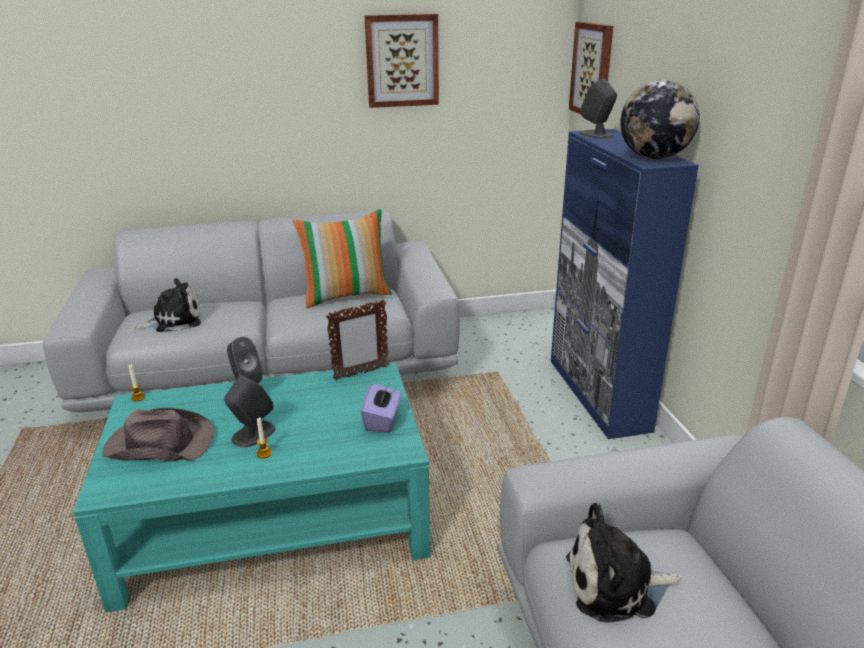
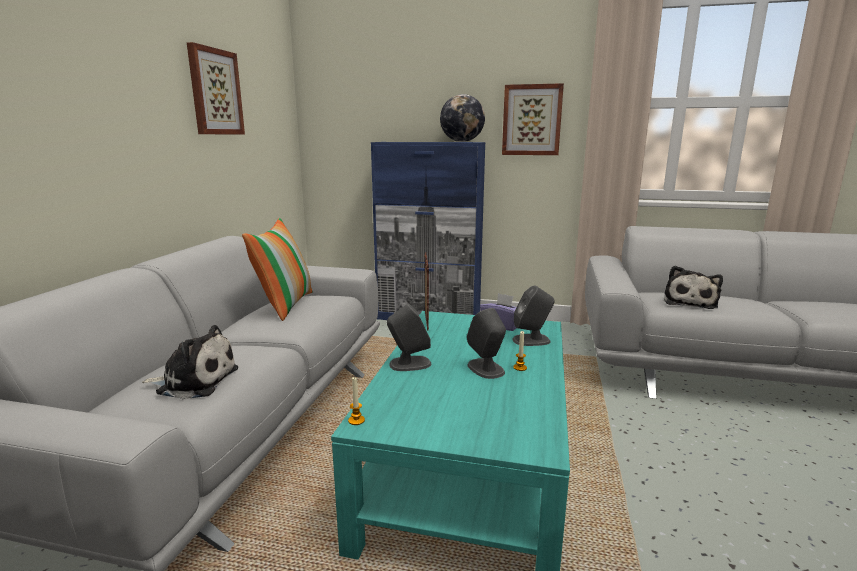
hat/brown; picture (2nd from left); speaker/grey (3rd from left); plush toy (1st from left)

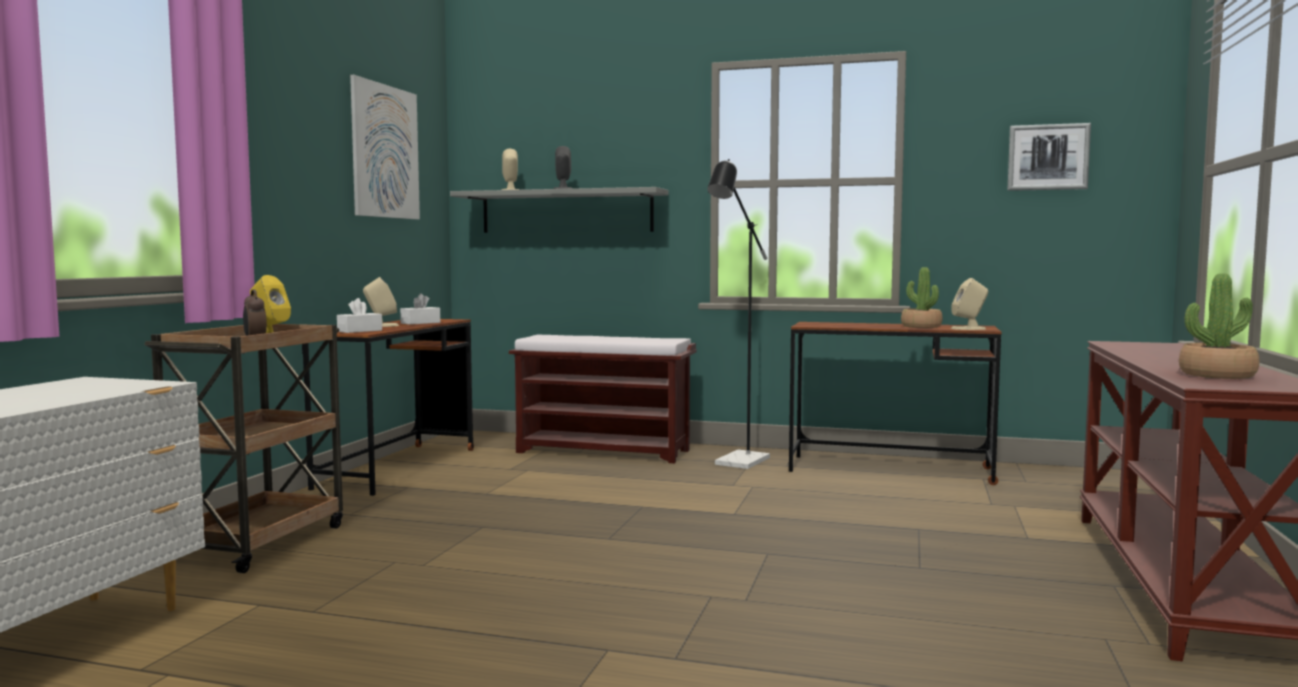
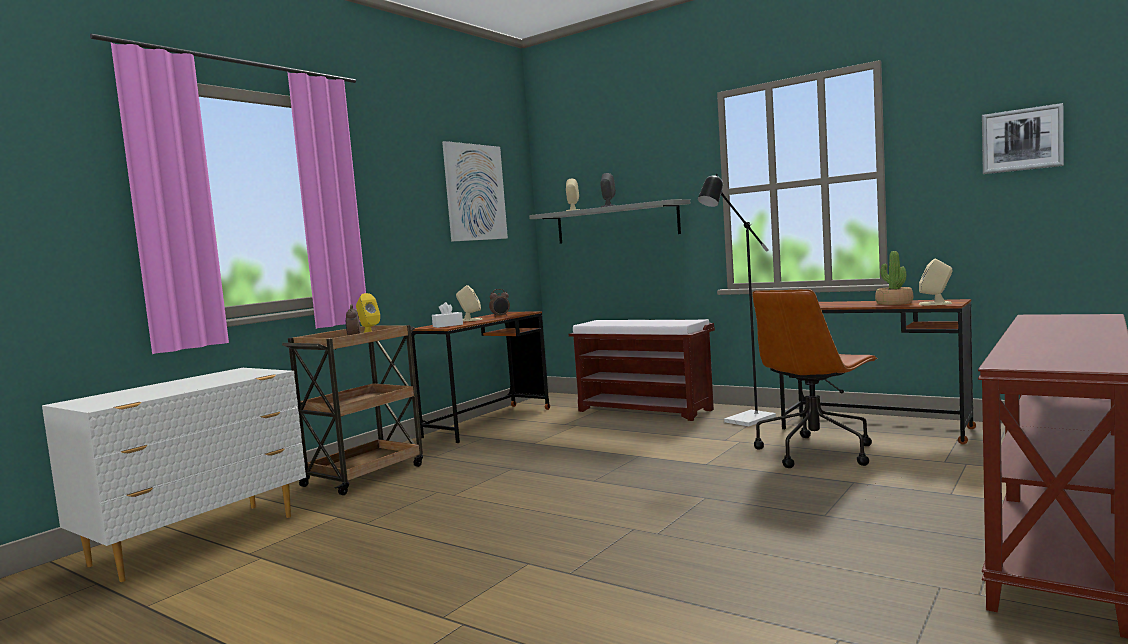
potted plant (2nd from left in the first image); office chair/brown; alarm clock (2nd from left)

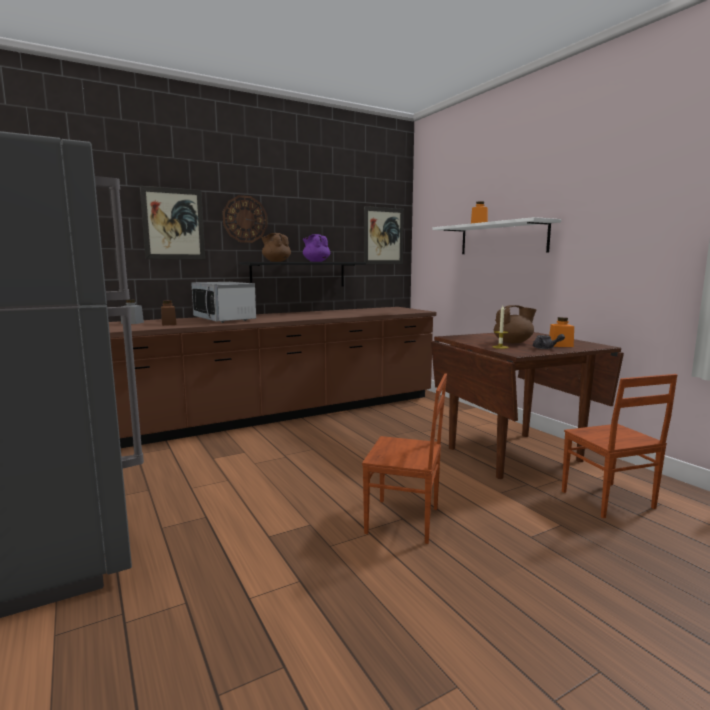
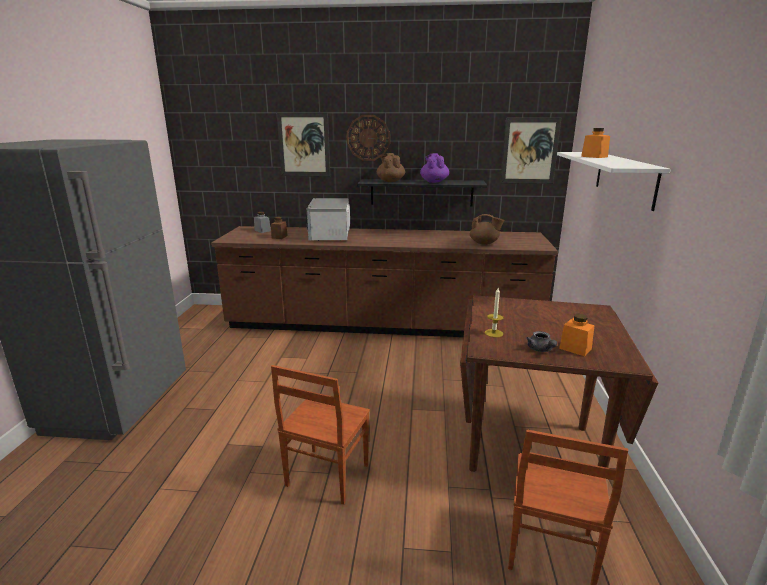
teapot/brown (2nd from left); chair/brown (1st from left)

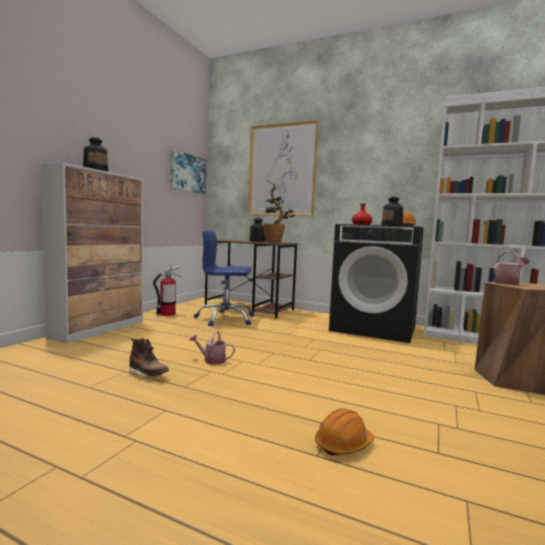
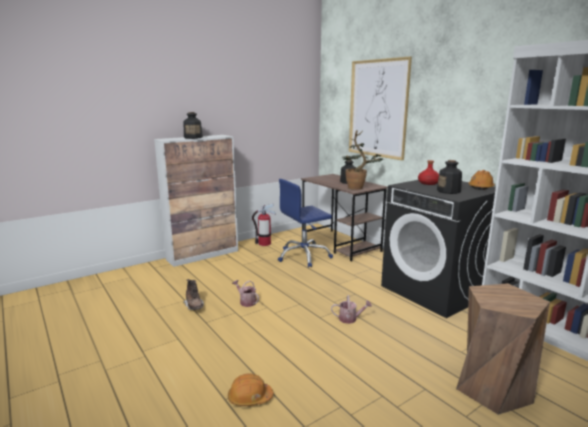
picture (1st from left in the first image); watering can (2nd from left); office chair/blue

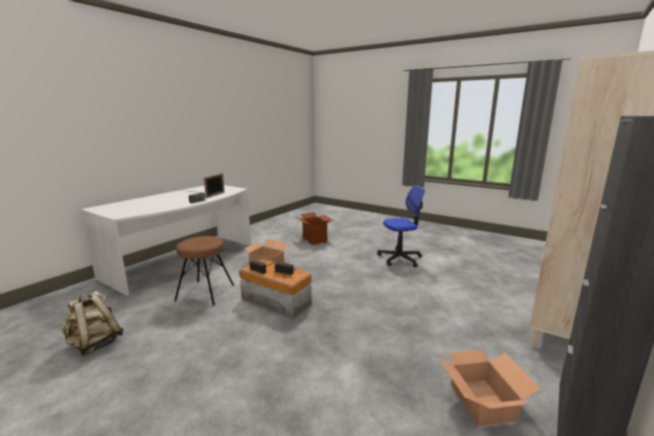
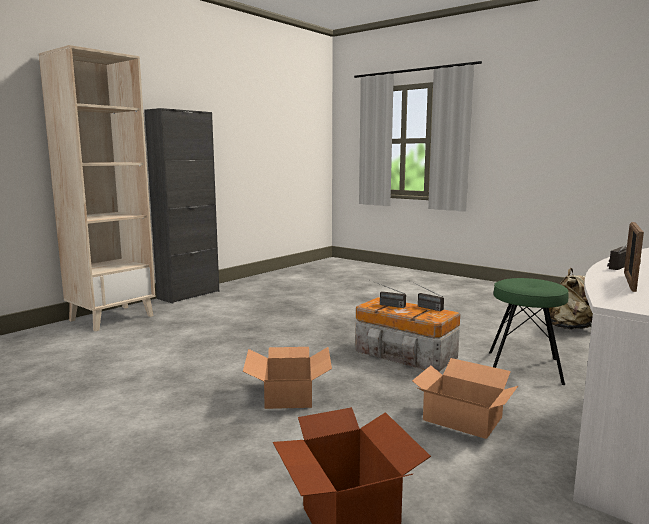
office chair; cardboard box (1st from left); stool/green

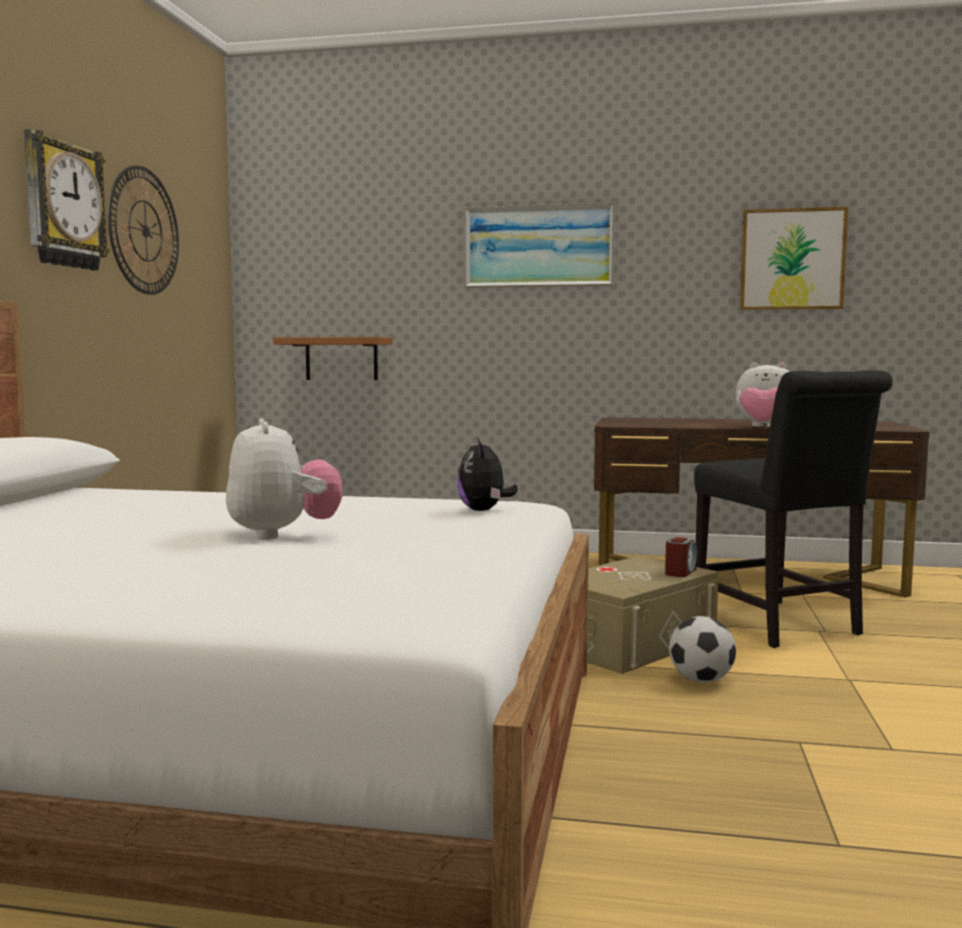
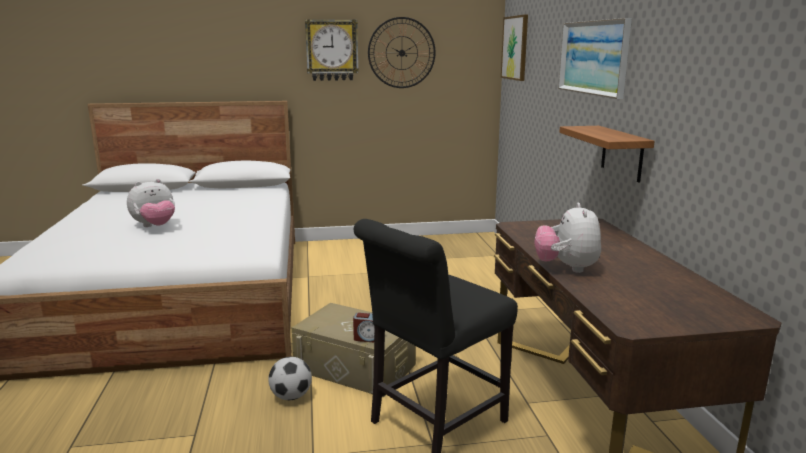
plush toy (2nd from left in the first image); shelf; picture (1st from left)

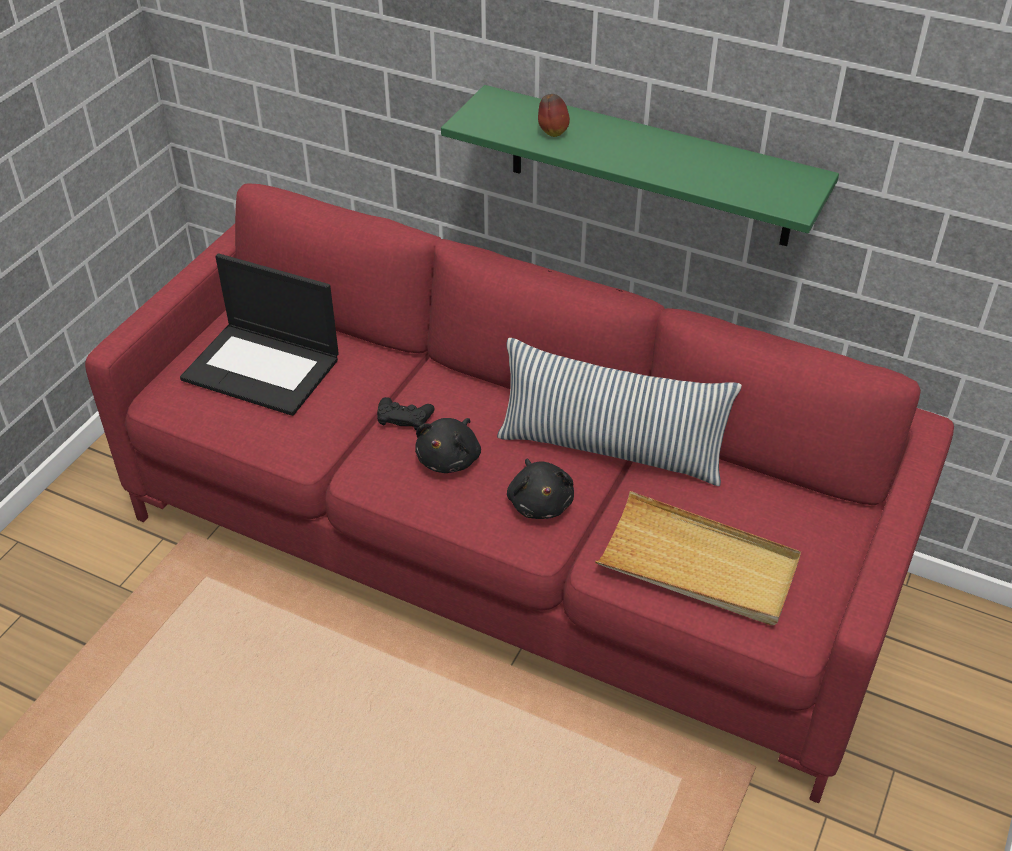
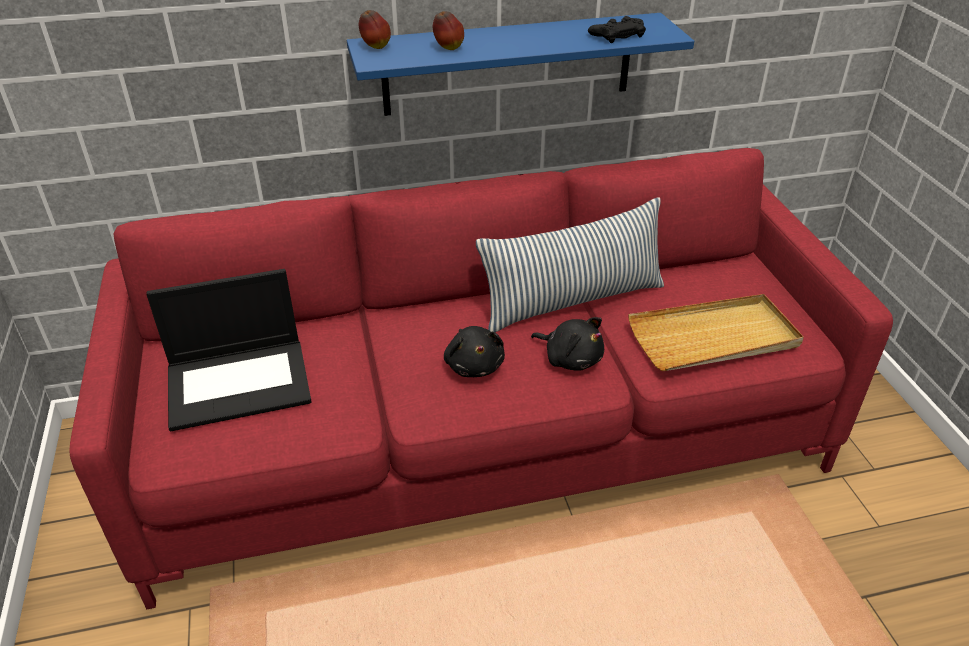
apple (1st from left); game controller/black; shelf/blue

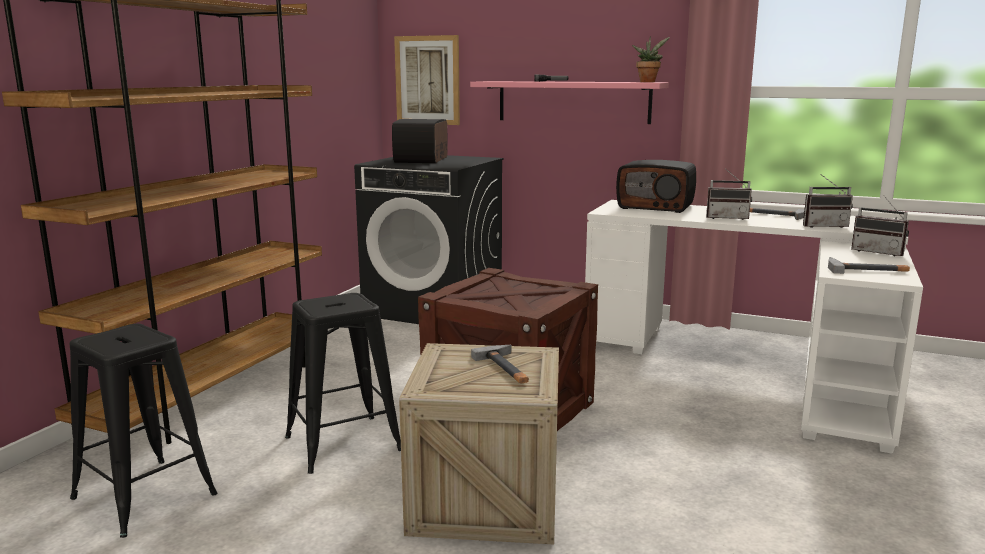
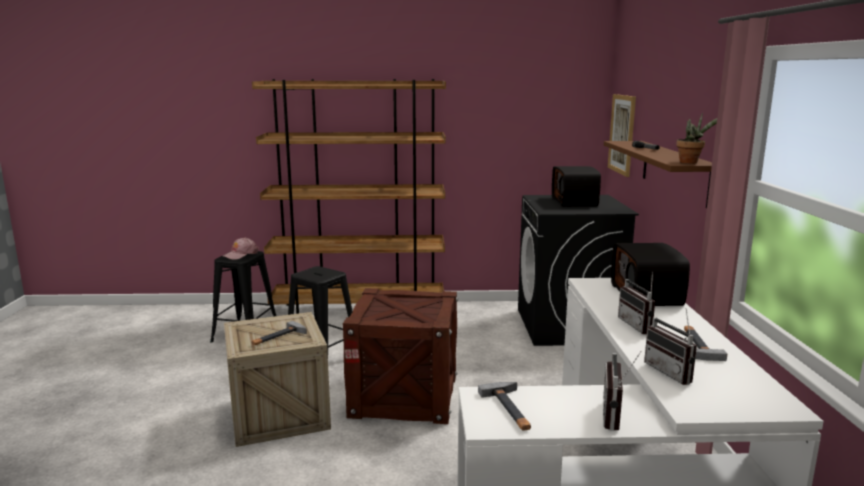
cap/pink; shelf/brown; radio (1st from left)

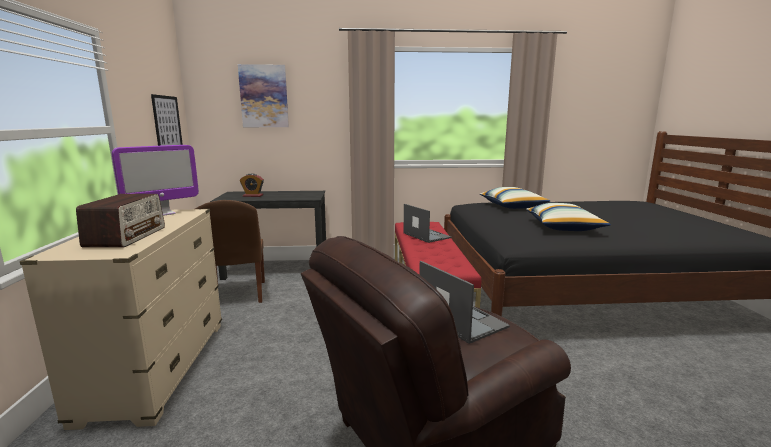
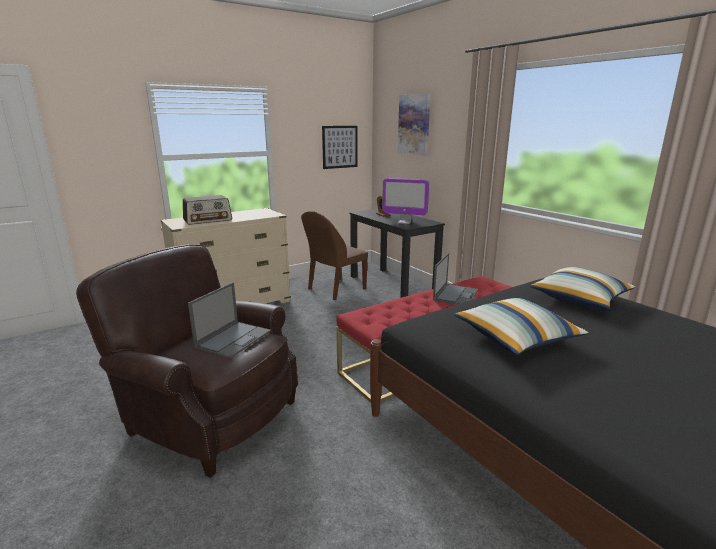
monitor

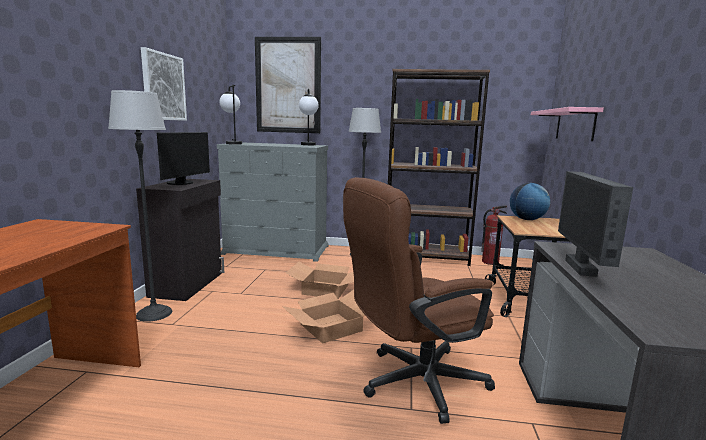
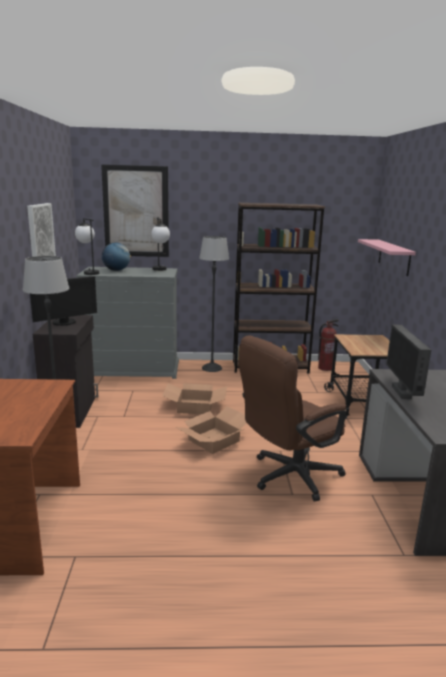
globe; monitor (1st from left)

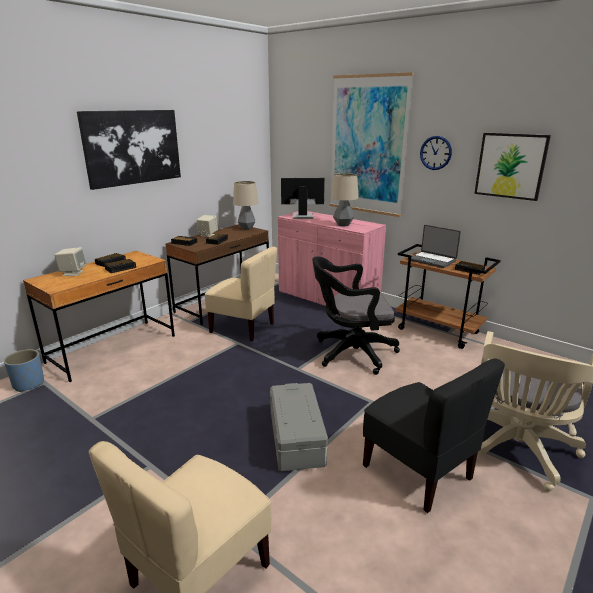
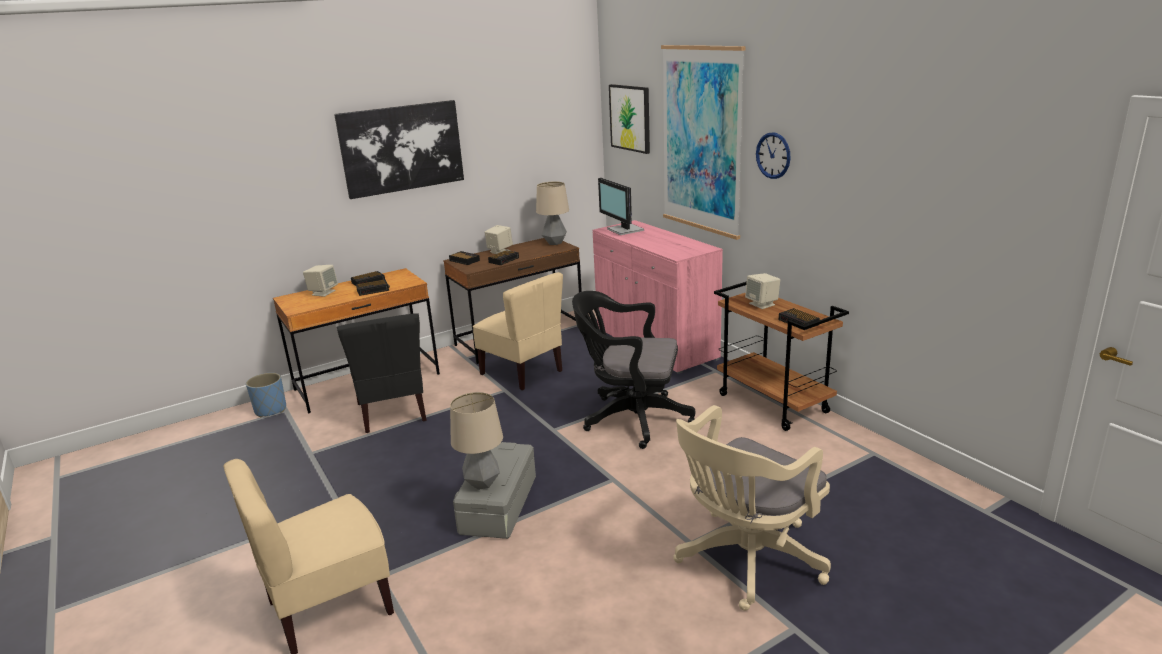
table lamp (1st from left); chair/black; picture (2nd from left); speaker/beige (3rd from left); monitor

